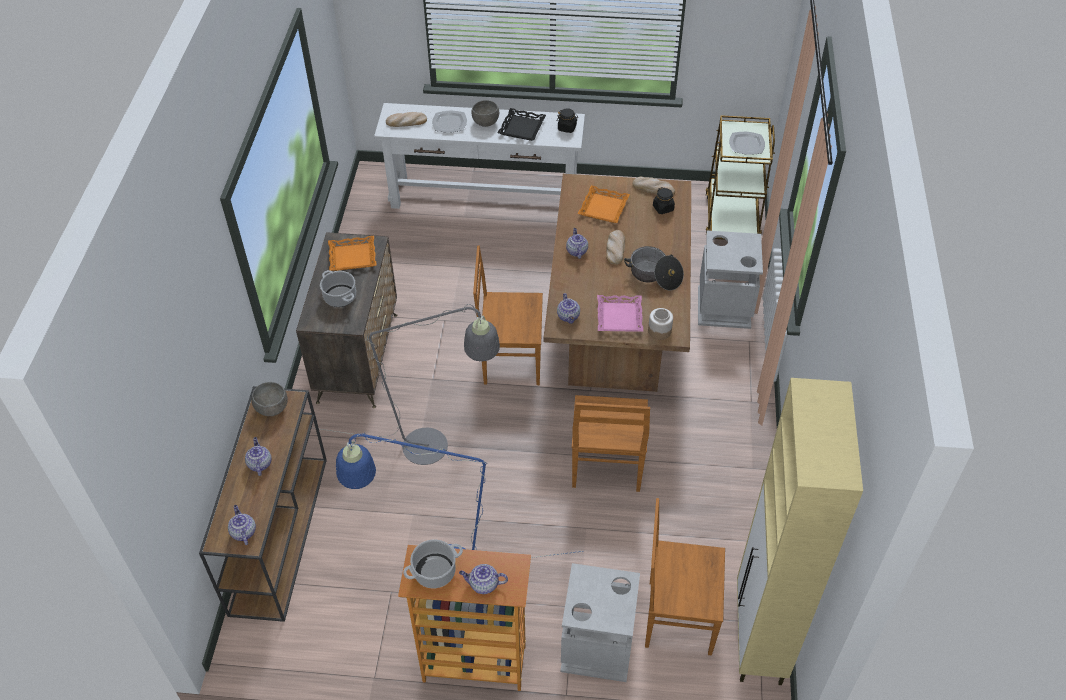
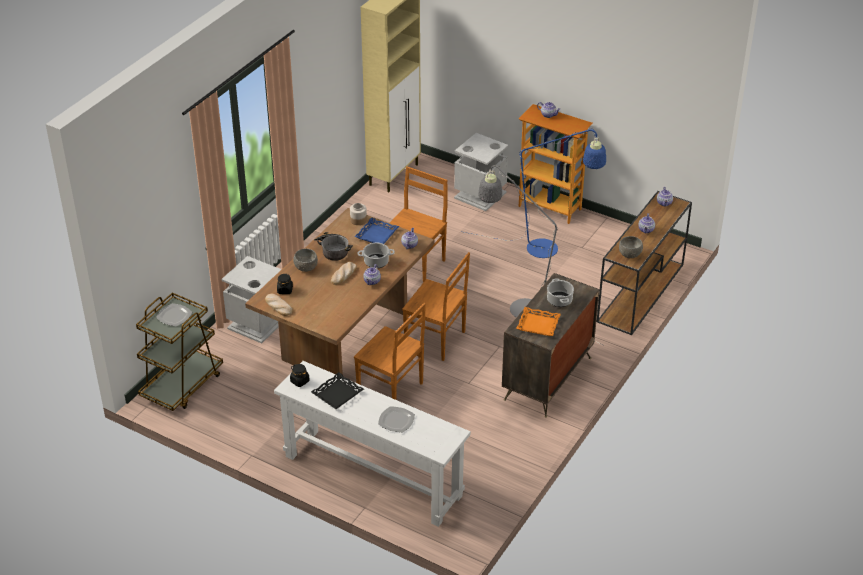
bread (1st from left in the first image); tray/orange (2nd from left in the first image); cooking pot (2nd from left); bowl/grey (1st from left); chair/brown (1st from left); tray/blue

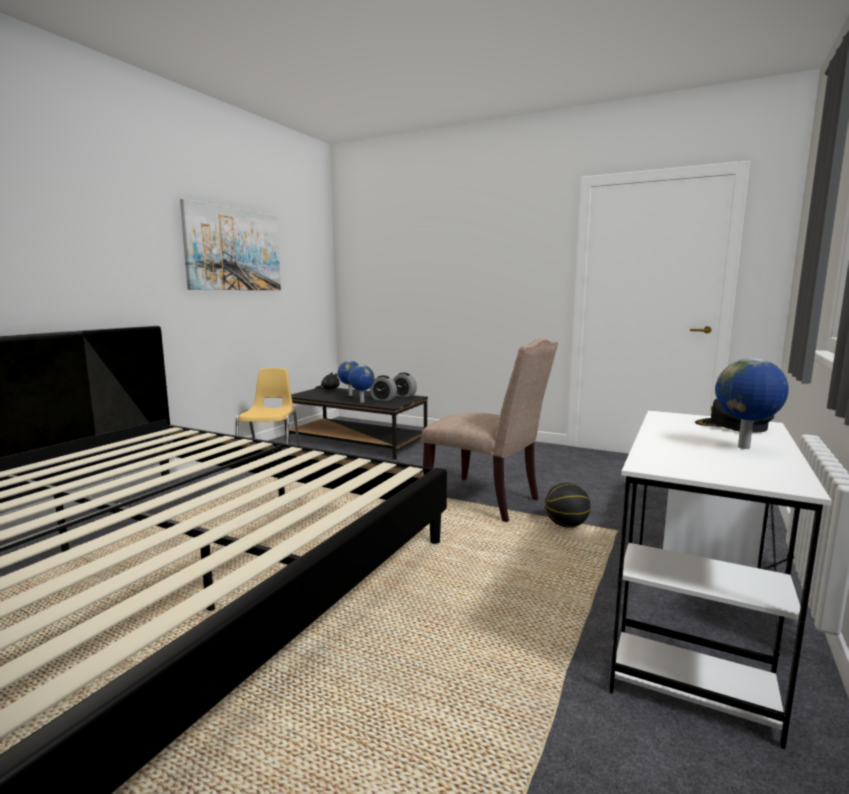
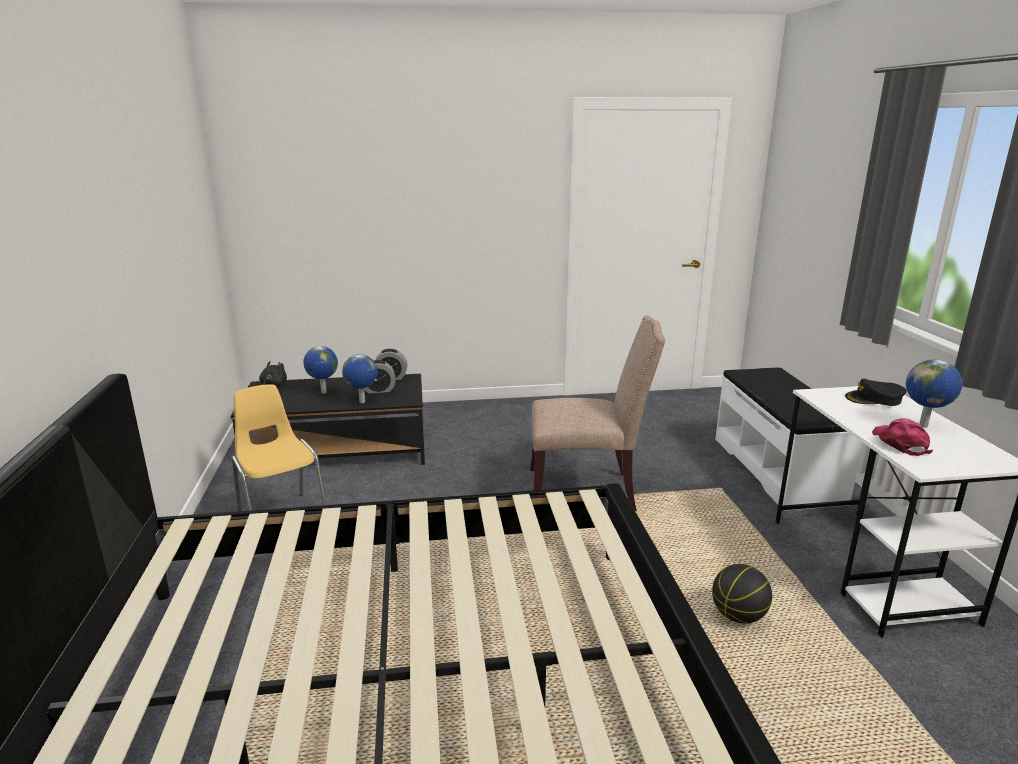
picture; cap/pink; basketball

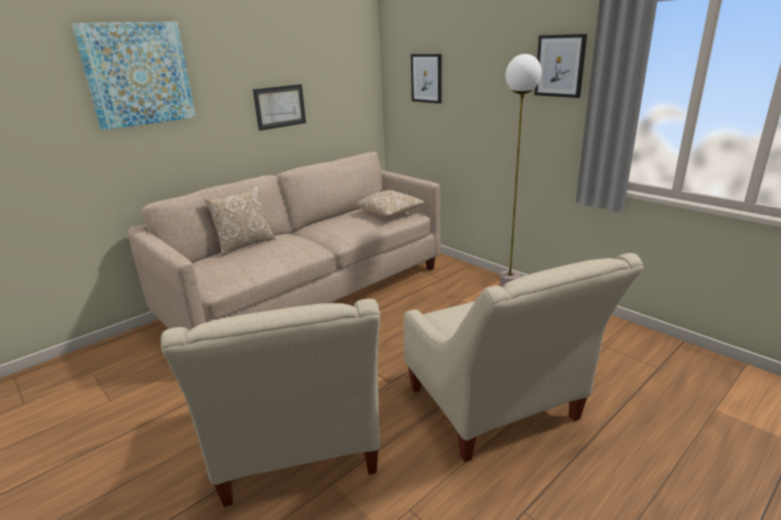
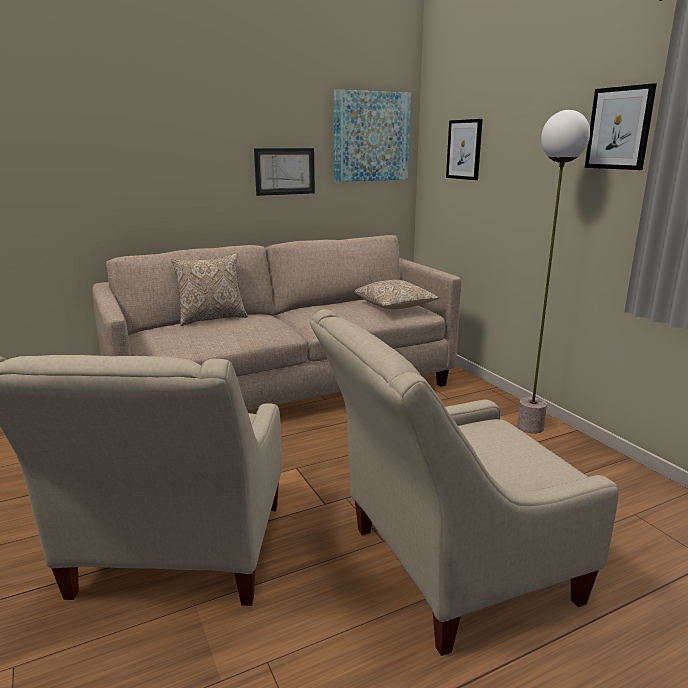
picture (2nd from left); armchair/beige (2nd from left)

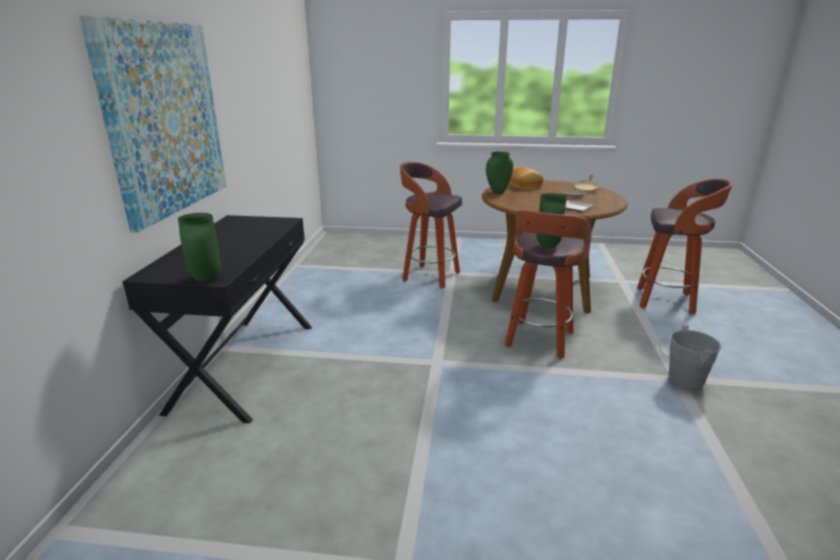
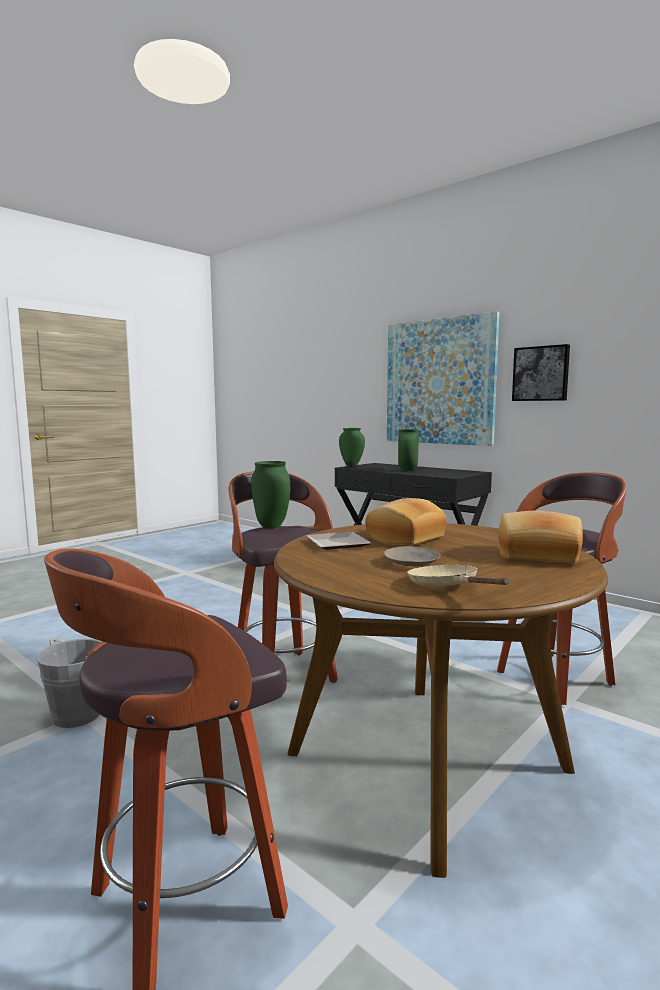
bread (1st from left); picture (2nd from left); vase/green (3rd from left)

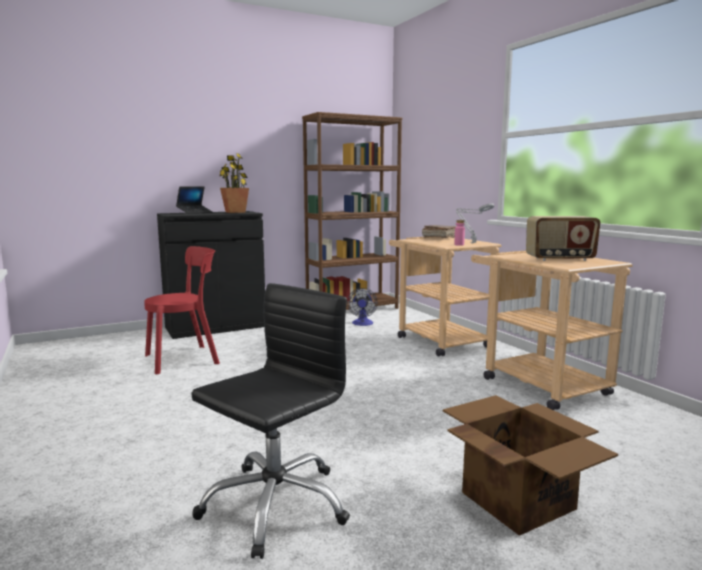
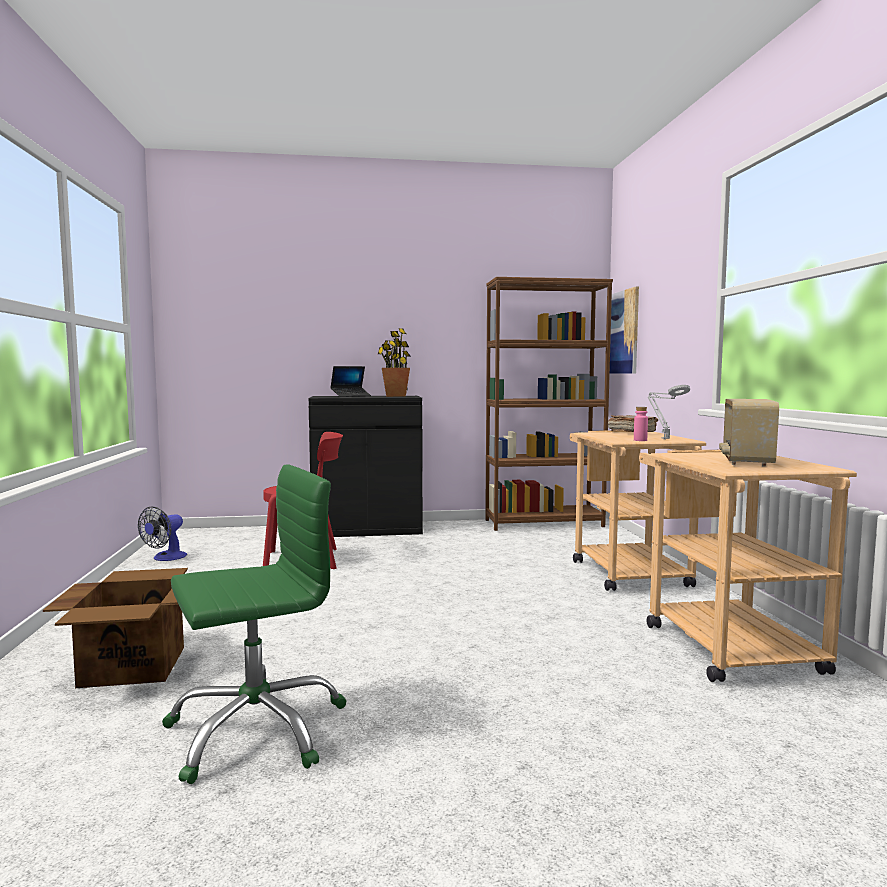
picture; fan; cardboard box; office chair/green; radio

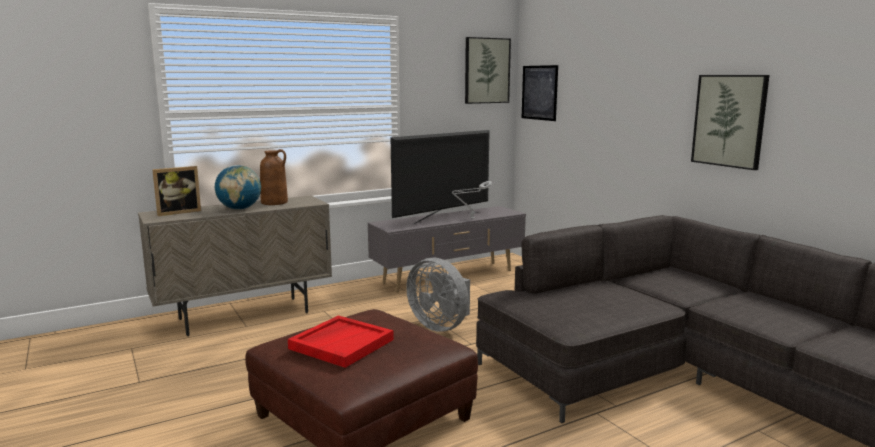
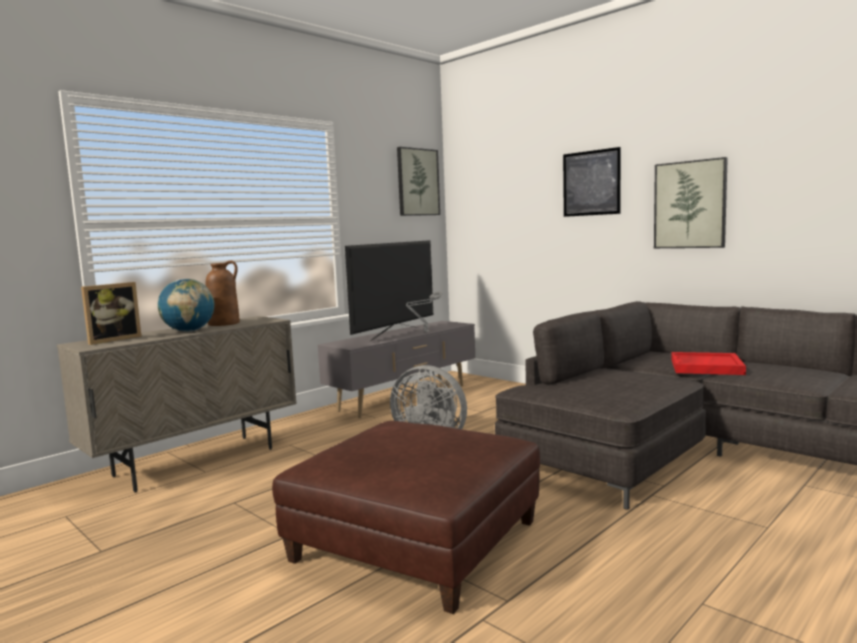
tray/red; picture (2nd from left)

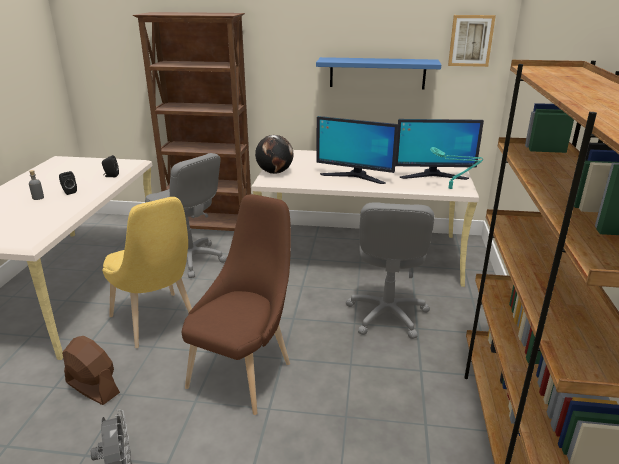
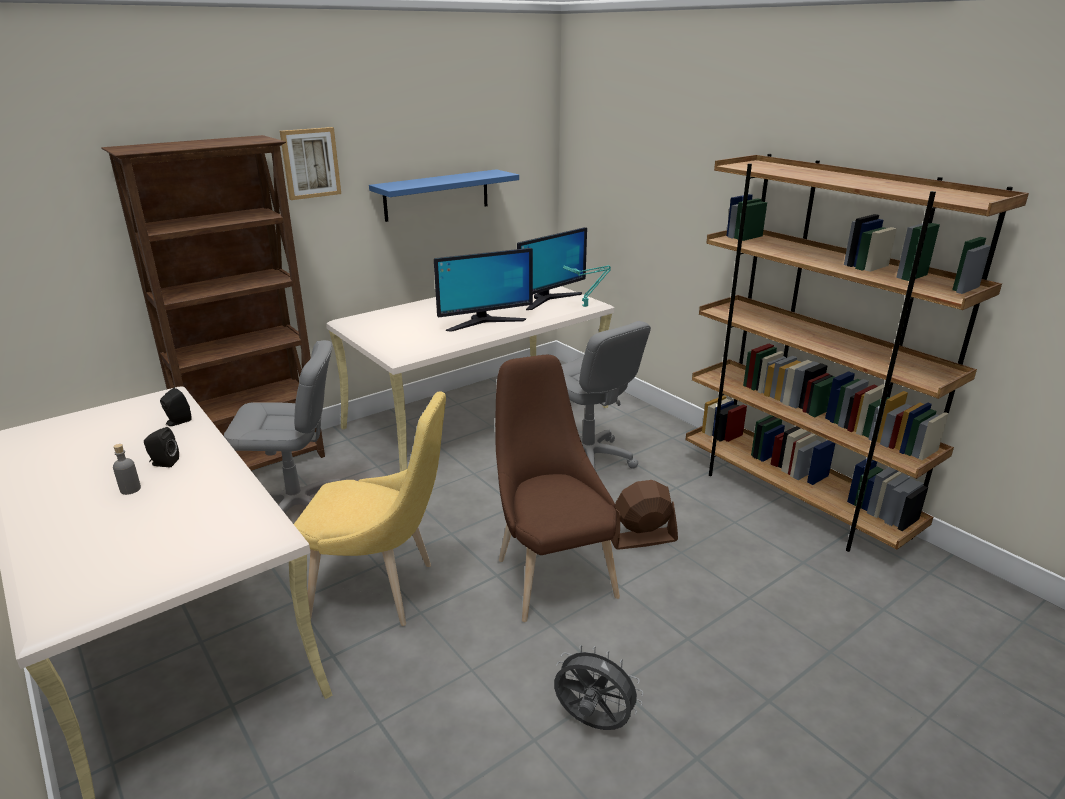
globe; fan/brown; picture

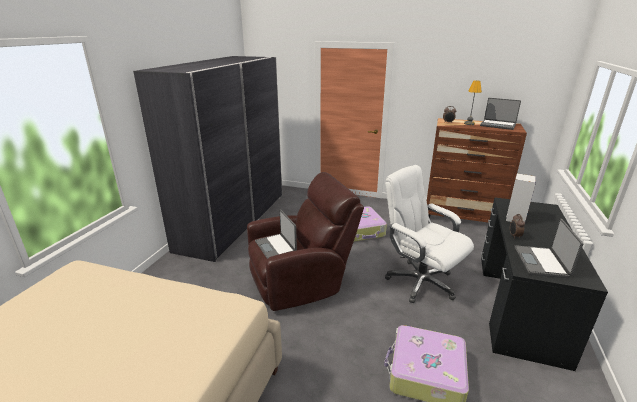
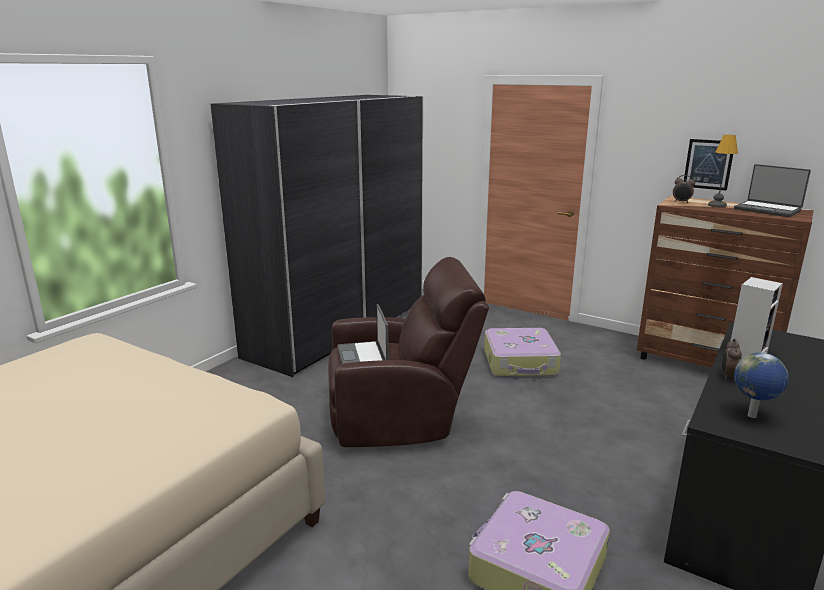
office chair/white; picture; globe

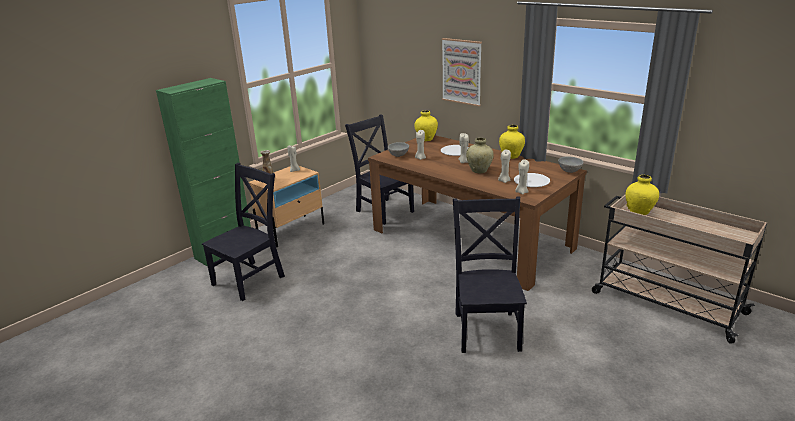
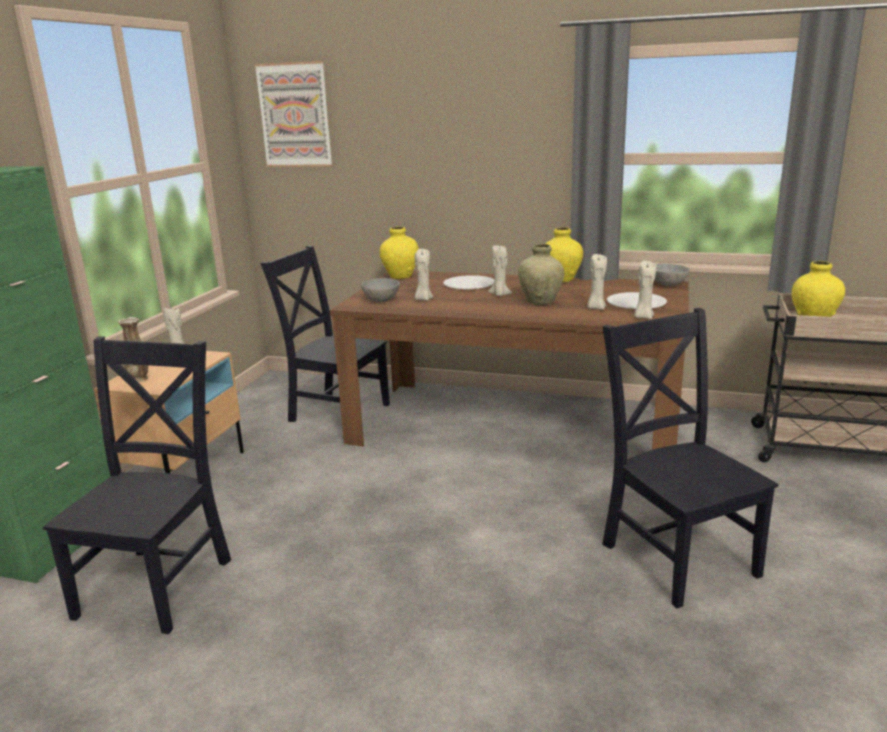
picture

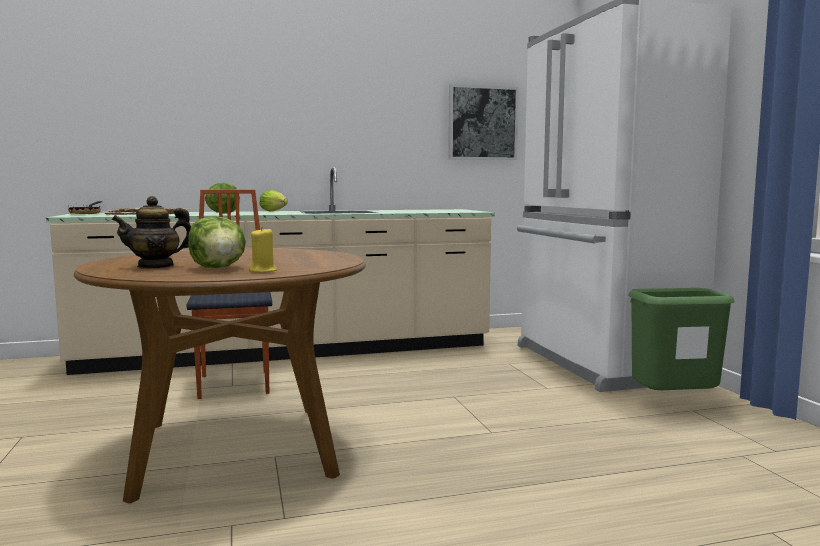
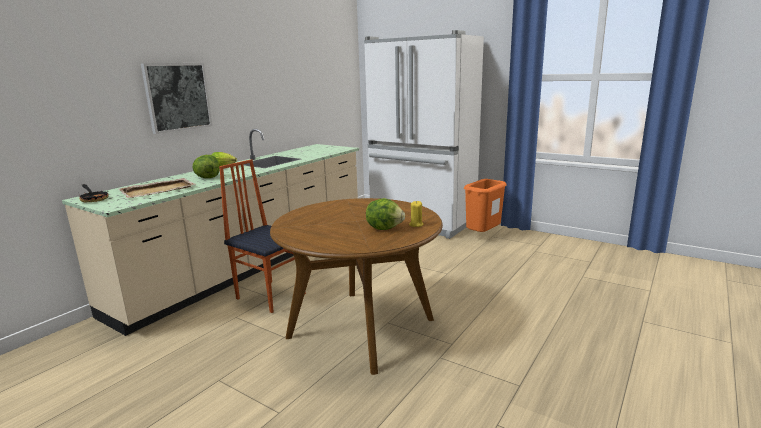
teapot; picture; trash can/orange

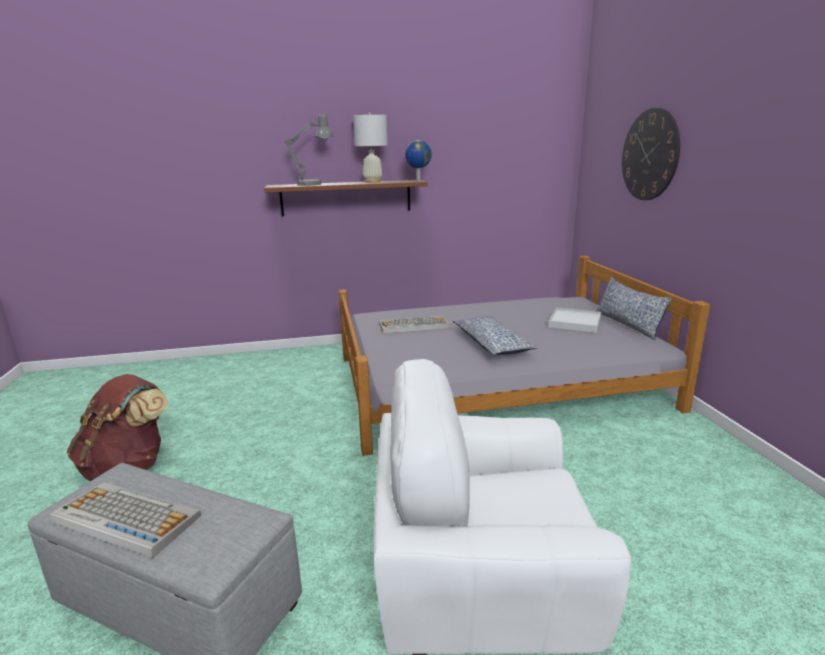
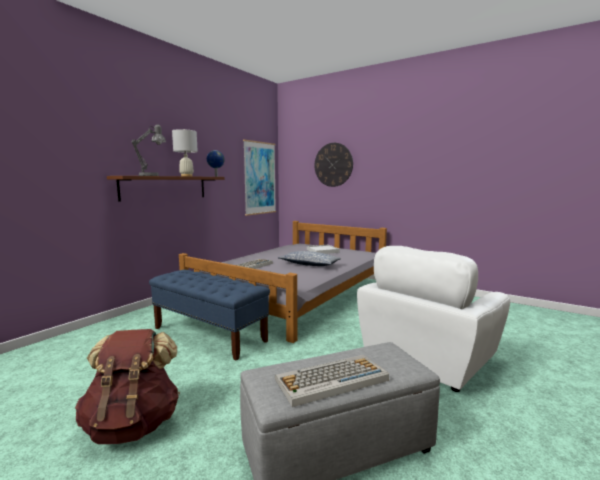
pillow (2nd from left in the first image); bench/blue; picture

